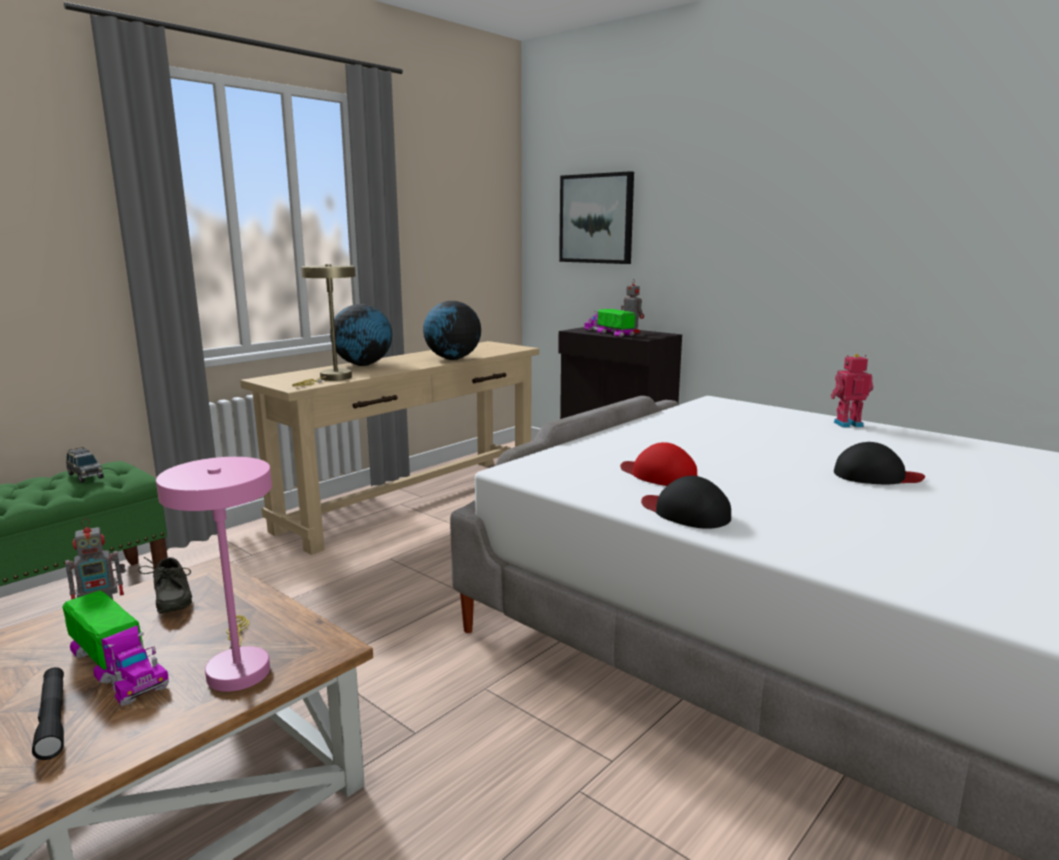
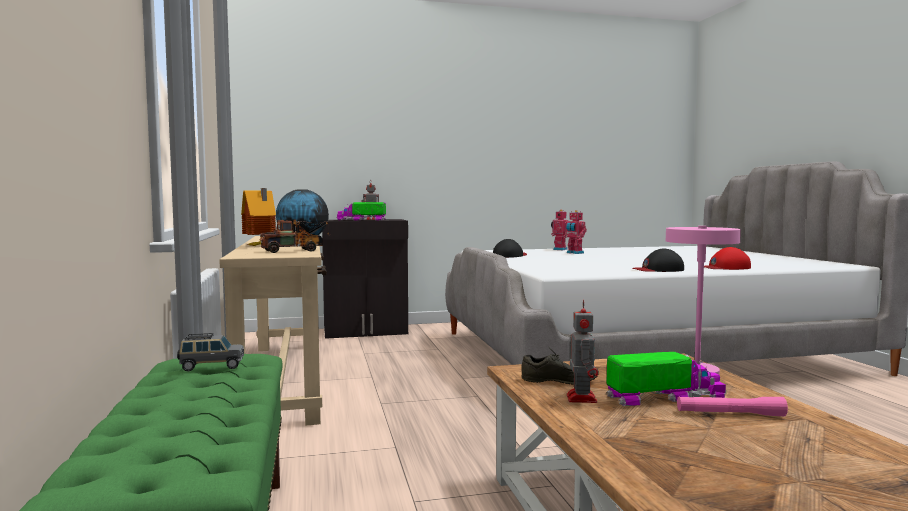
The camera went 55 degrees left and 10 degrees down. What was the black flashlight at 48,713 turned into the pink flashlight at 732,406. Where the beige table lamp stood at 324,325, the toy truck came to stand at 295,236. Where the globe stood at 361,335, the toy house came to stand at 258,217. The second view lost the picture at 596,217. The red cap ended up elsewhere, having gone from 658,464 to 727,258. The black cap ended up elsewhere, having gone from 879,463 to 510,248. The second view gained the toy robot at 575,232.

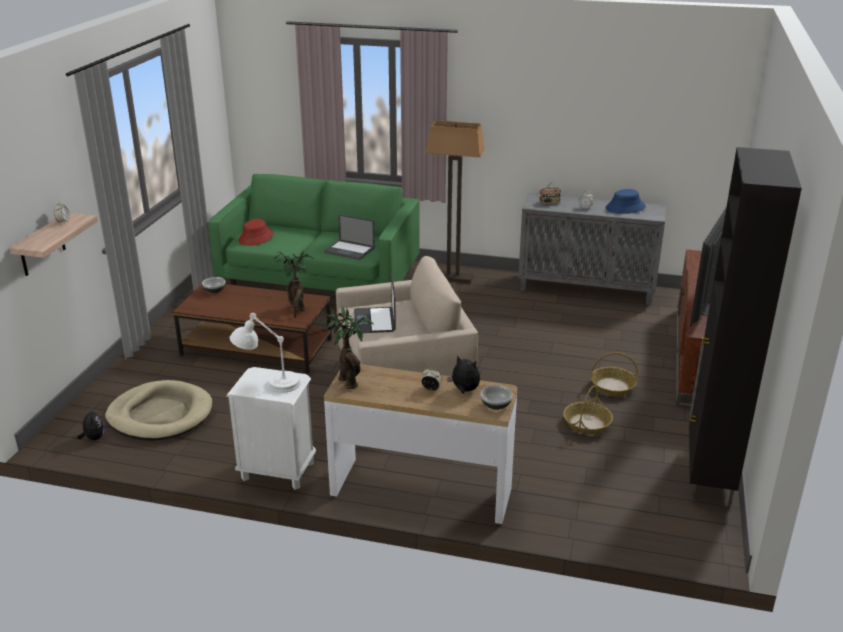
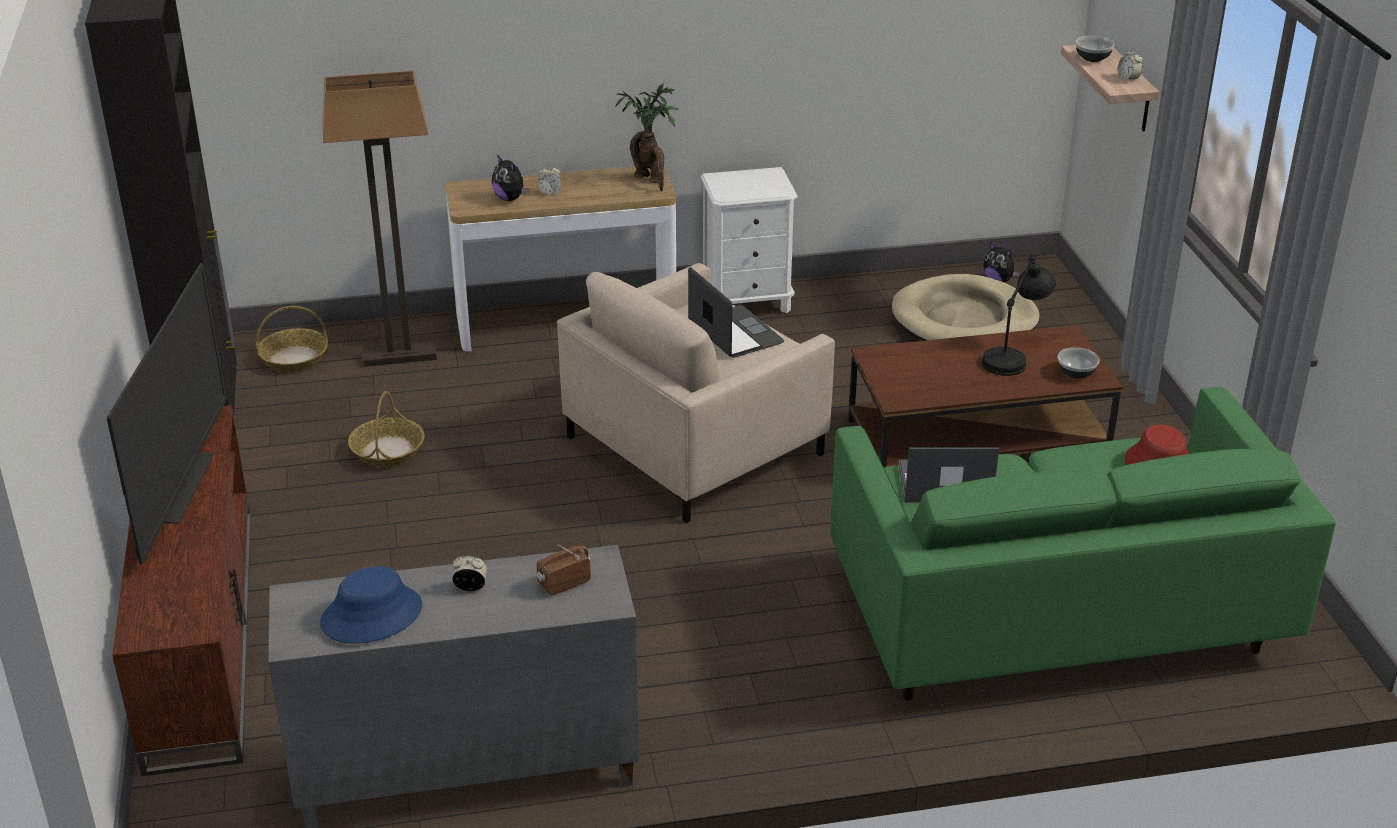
The camera went 155 degrees right and 5 degrees up. The second view lost the white table lamp at 265,353. The second view lost the potted plant at 293,284. The floor lamp ended up elsewhere, having gone from 455,201 to 379,219. The plush toy at 463,374 ended up facing another way, 45 degrees clockwise from before. The bowl ended up elsewhere, having gone from 496,397 to 1095,49. The basket ended up elsewhere, having gone from 614,374 to 292,339. The second view gained the black table lamp at 1019,315.

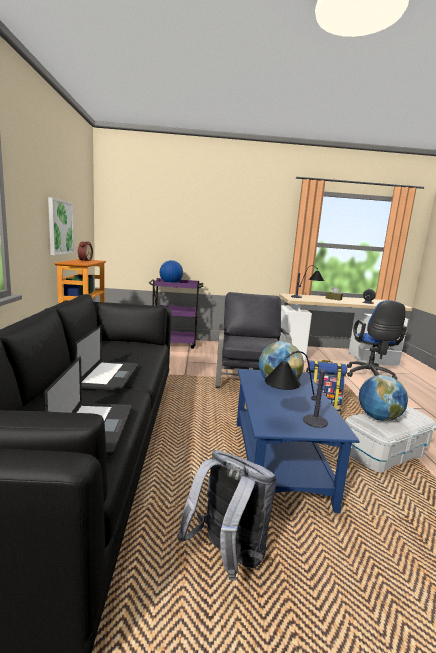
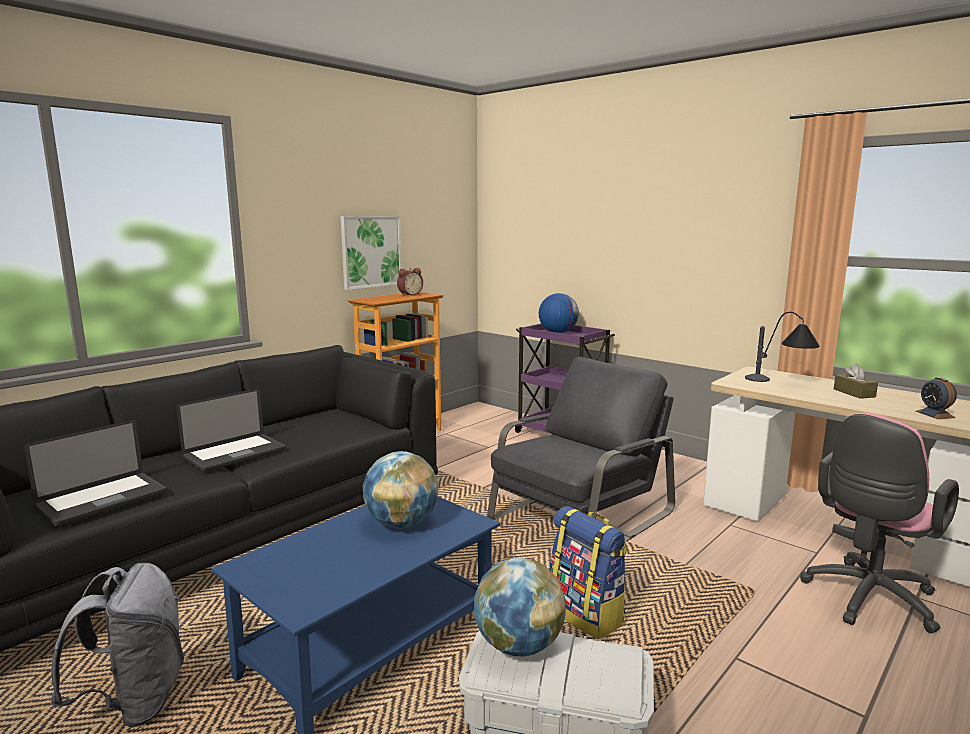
The camera went 45 degrees right and 0 degrees up. The second view lost the table lamp at 296,389. What was the blue office chair at 377,340 turned into the pink office chair at 879,523.

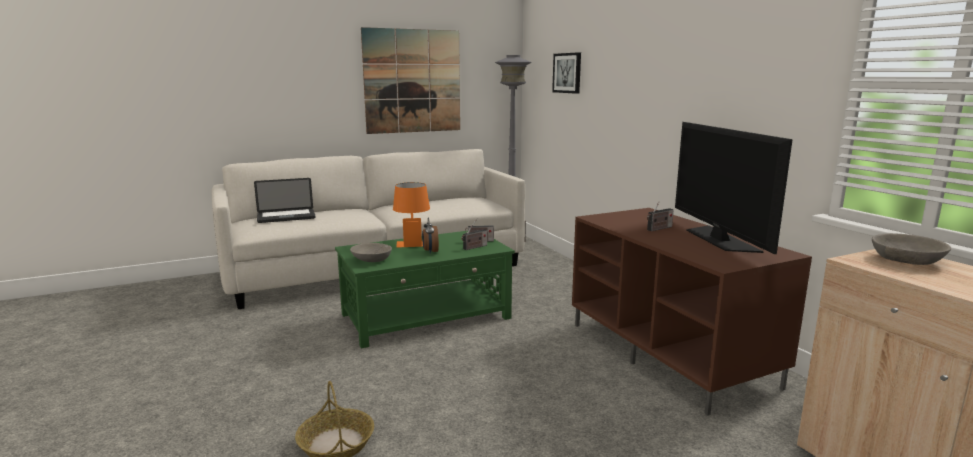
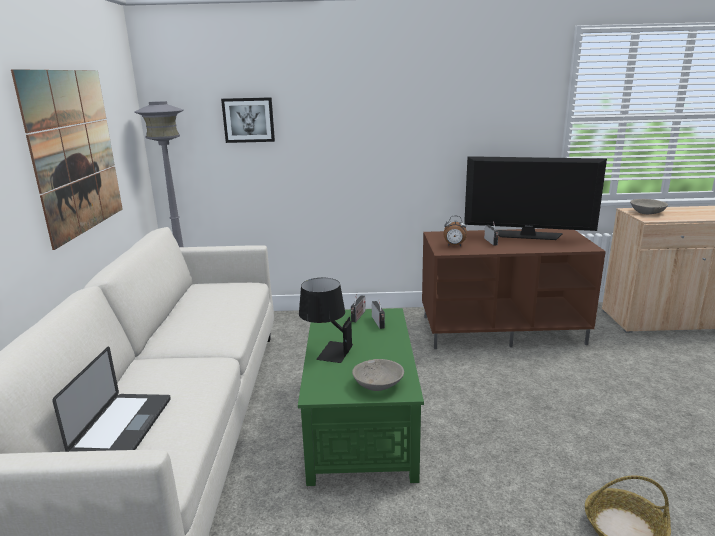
The camera went 65 degrees left and 5 degrees up. What was the orange table lamp at 411,215 turned into the black table lamp at 326,320. The alarm clock ended up elsewhere, having gone from 430,236 to 455,231.

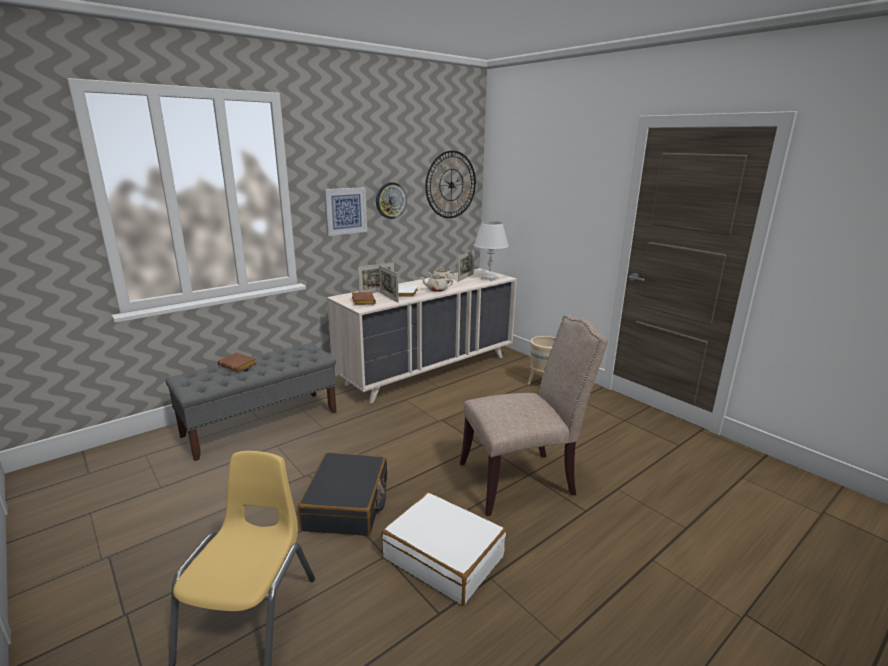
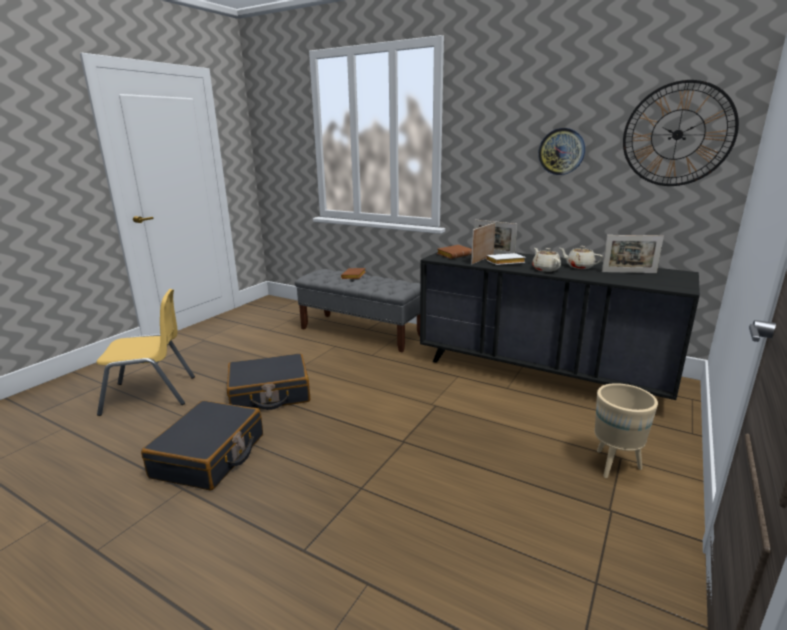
The camera went 70 degrees right and 0 degrees up. The second view lost the picture at 345,211. What was the beige dresser at 422,335 turned into the black dresser at 560,330. What was the white suitcase at 444,548 turned into the black suitcase at 202,446. The second view lost the beige chair at 534,415. The second view lost the white table lamp at 491,251.

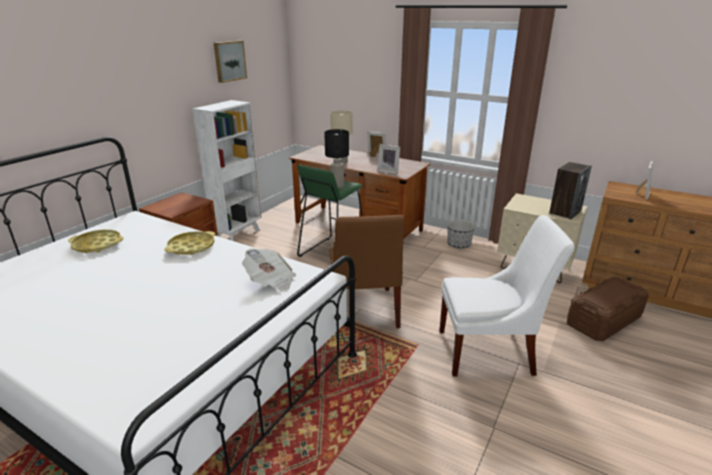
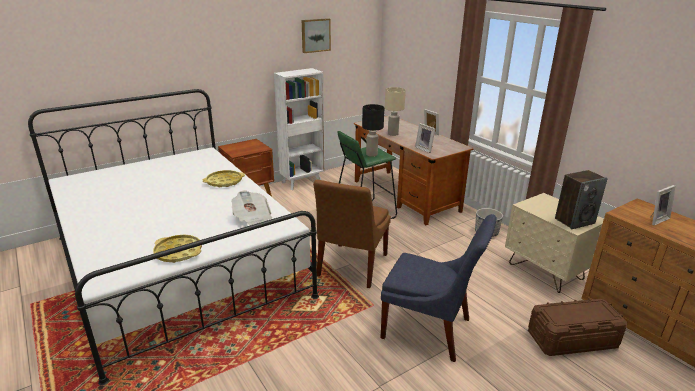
The camera went 25 degrees right and 0 degrees up. The yellow tray ended up elsewhere, having gone from 95,241 to 177,248. What was the white chair at 507,295 turned into the blue chair at 438,288.

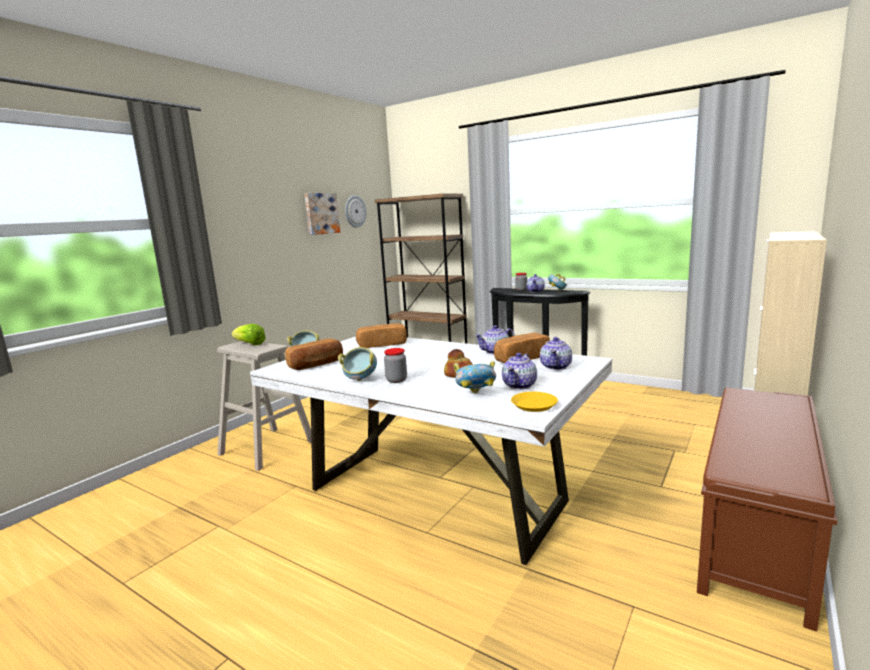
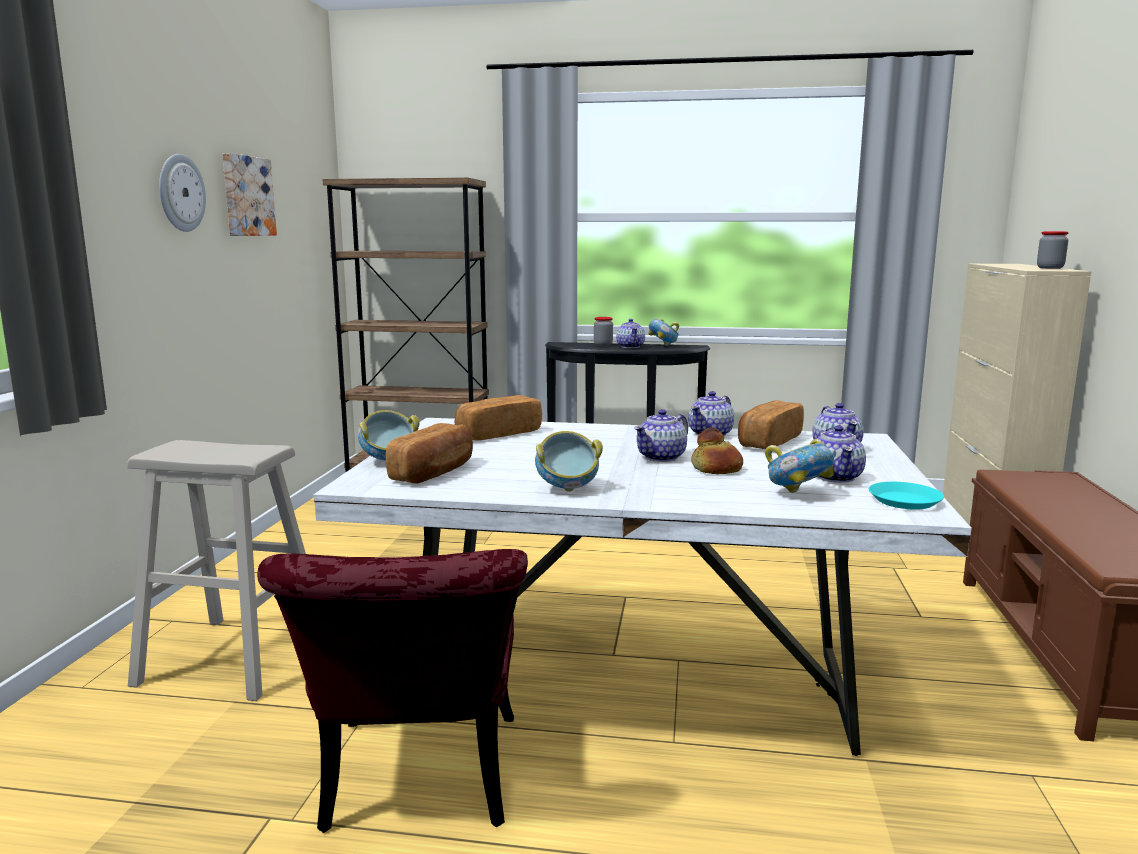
The camera went 25 degrees left and 0 degrees up. The second view lost the lettuce at 249,334. The wall clock ended up elsewhere, having gone from 356,211 to 182,193. The jar ended up elsewhere, having gone from 395,365 to 1053,250. What was the yellow plate at 534,402 turned into the turquoise plate at 906,496. The second view gained the red chair at 392,691. The second view gained the teapot at 661,435.

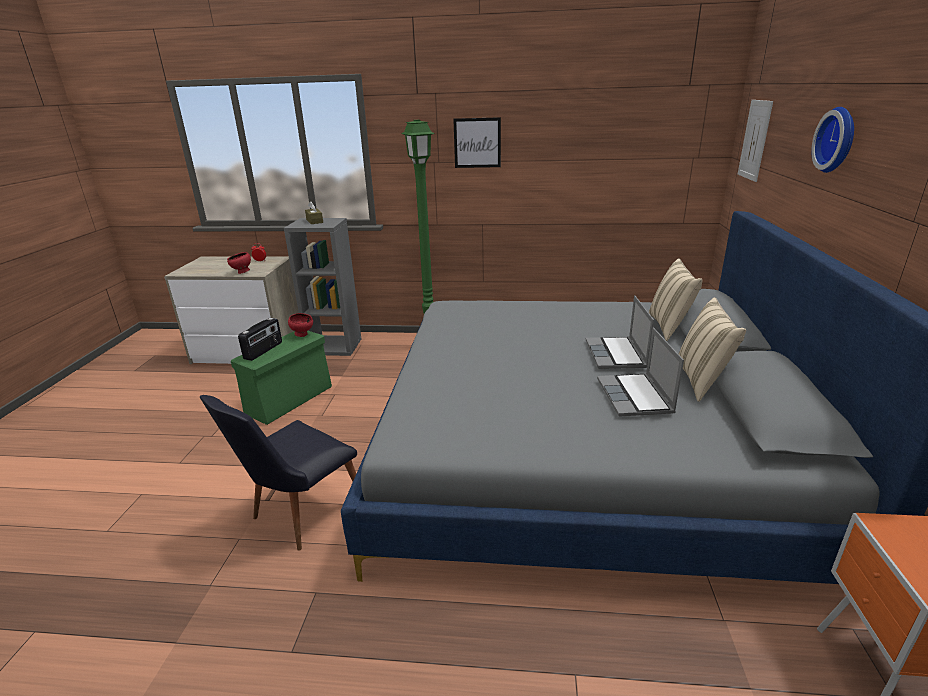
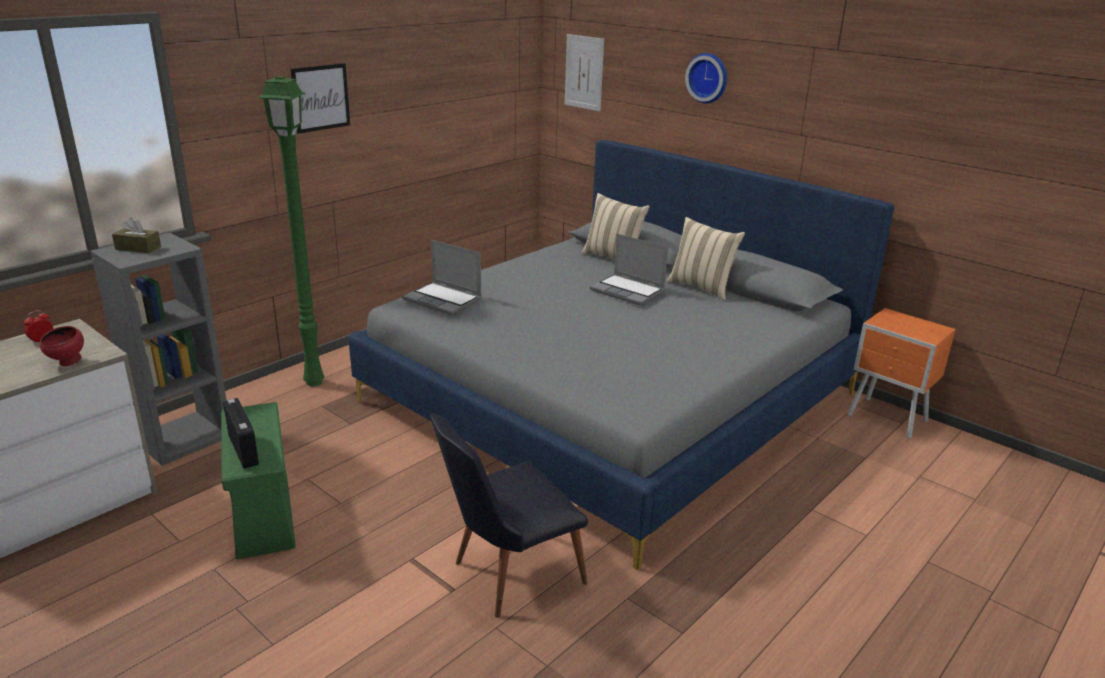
The camera went 55 degrees left and 0 degrees up. The black chair at 278,473 ended up facing another way, 75 degrees clockwise from before. The second view lost the red bowl at 300,325. The laptop ended up elsewhere, having gone from 640,372 to 442,277.

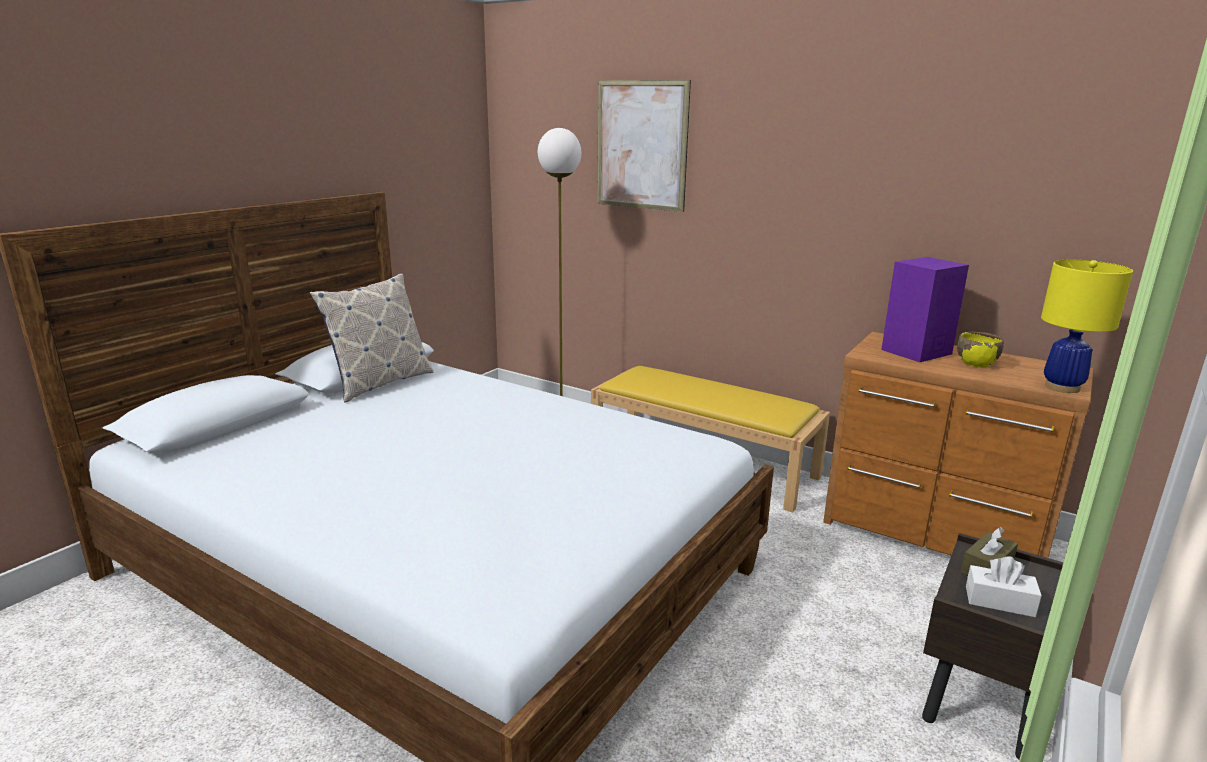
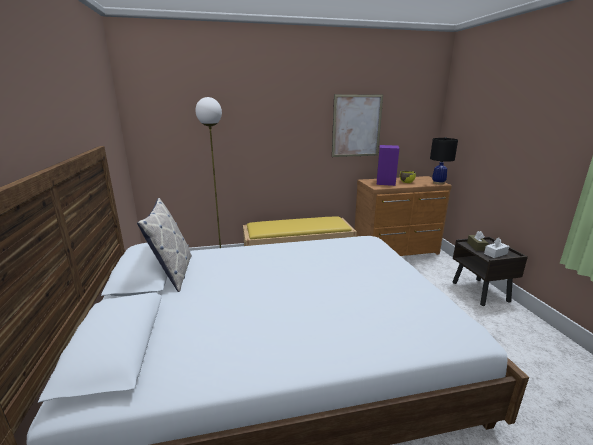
The camera went 45 degrees left and 0 degrees up. The picture ended up elsewhere, having gone from 644,146 to 357,125. What was the yellow table lamp at 1087,326 turned into the black table lamp at 444,161.

